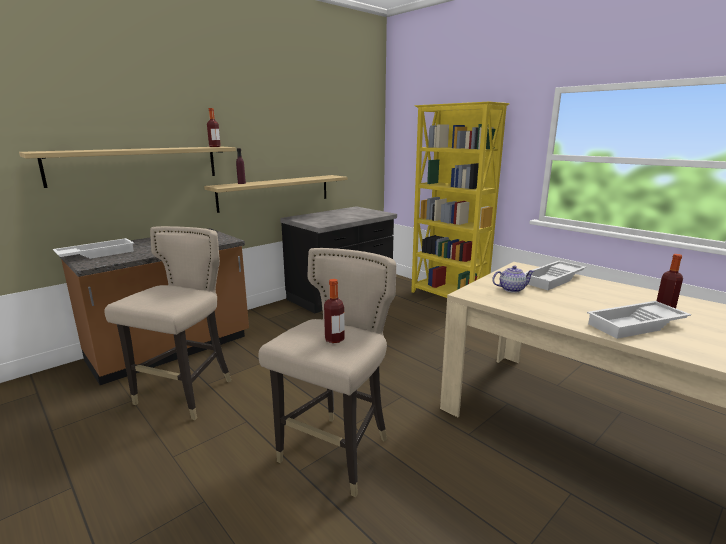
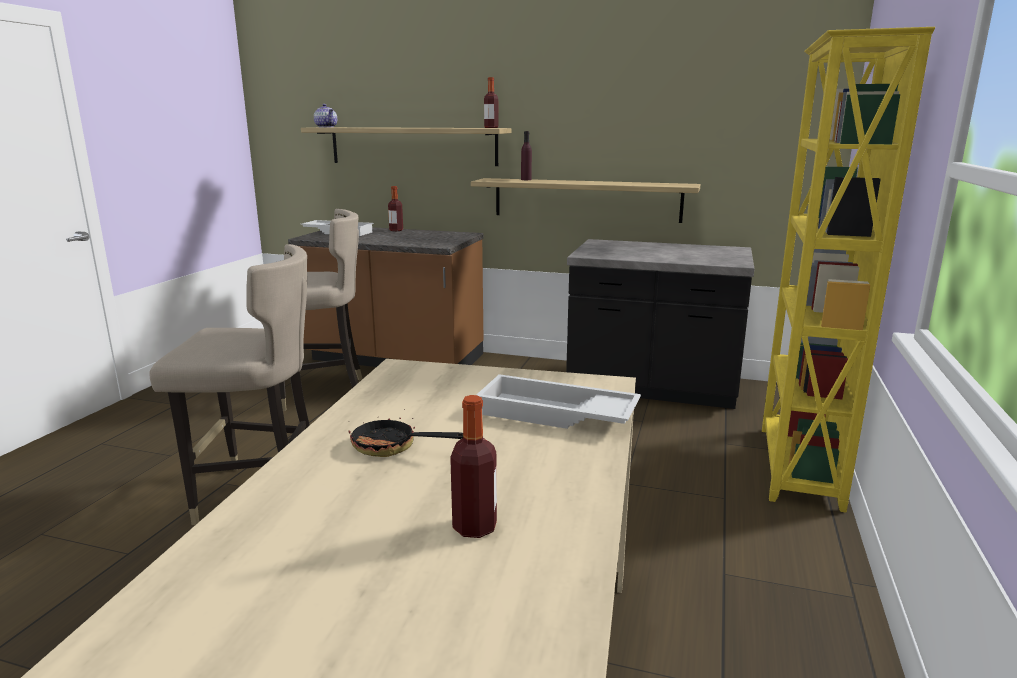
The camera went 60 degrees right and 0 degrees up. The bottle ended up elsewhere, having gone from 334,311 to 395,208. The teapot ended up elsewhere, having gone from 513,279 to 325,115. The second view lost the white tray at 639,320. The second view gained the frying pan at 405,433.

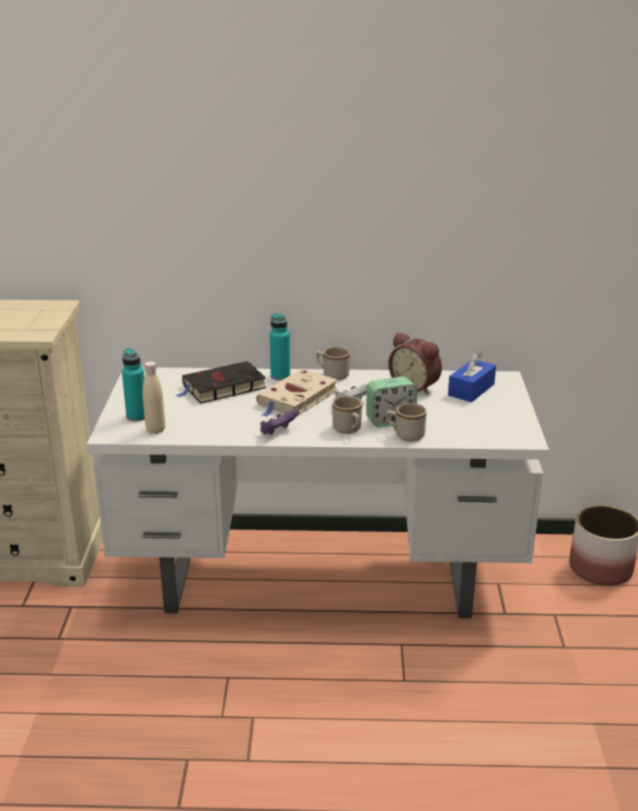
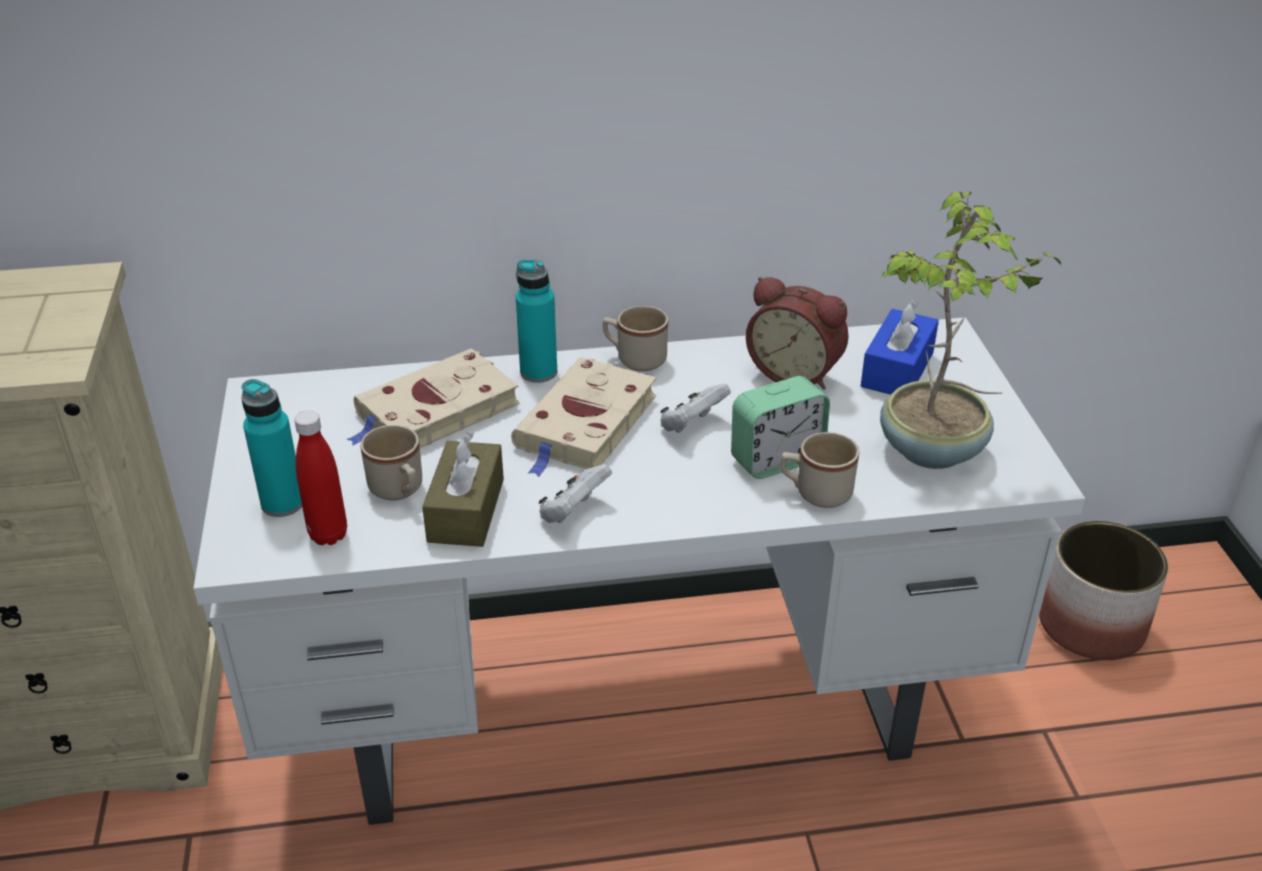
The camera went 10 degrees left and 10 degrees up. What was the beige bottle at 154,397 turned into the red bottle at 320,478. What was the black book at 221,382 turned into the beige book at 433,398. What was the purple game controller at 280,421 turned into the white game controller at 575,493. The beige mug ended up elsewhere, having gone from 347,415 to 391,462. The second view gained the brown tissue box at 463,489. The second view gained the potted plant at 970,330.

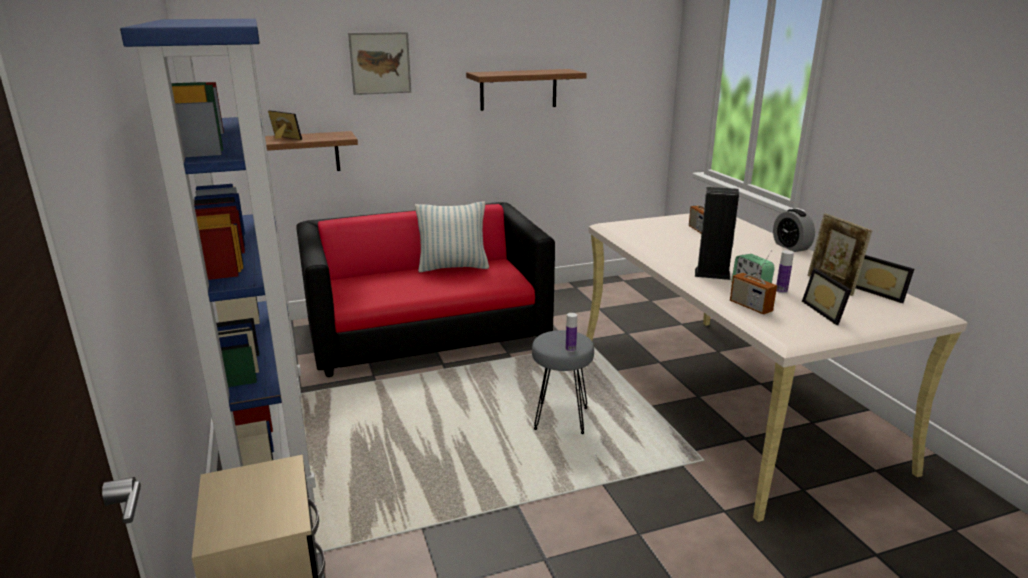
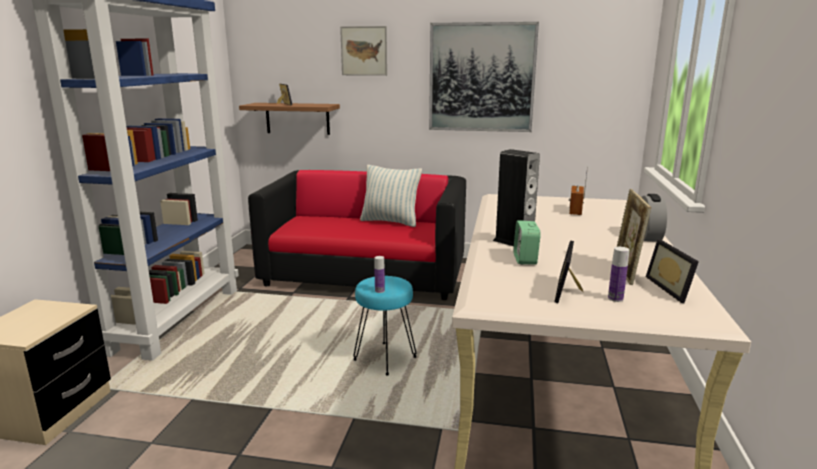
The camera went 30 degrees right and 5 degrees down. Where the shelf hung at 526,90, the picture came to hang at 484,77. What was the grey stool at 563,382 turned into the turquoise stool at 385,326. The second view lost the radio at 753,282. The bottle ended up elsewhere, having gone from 785,271 to 618,274.

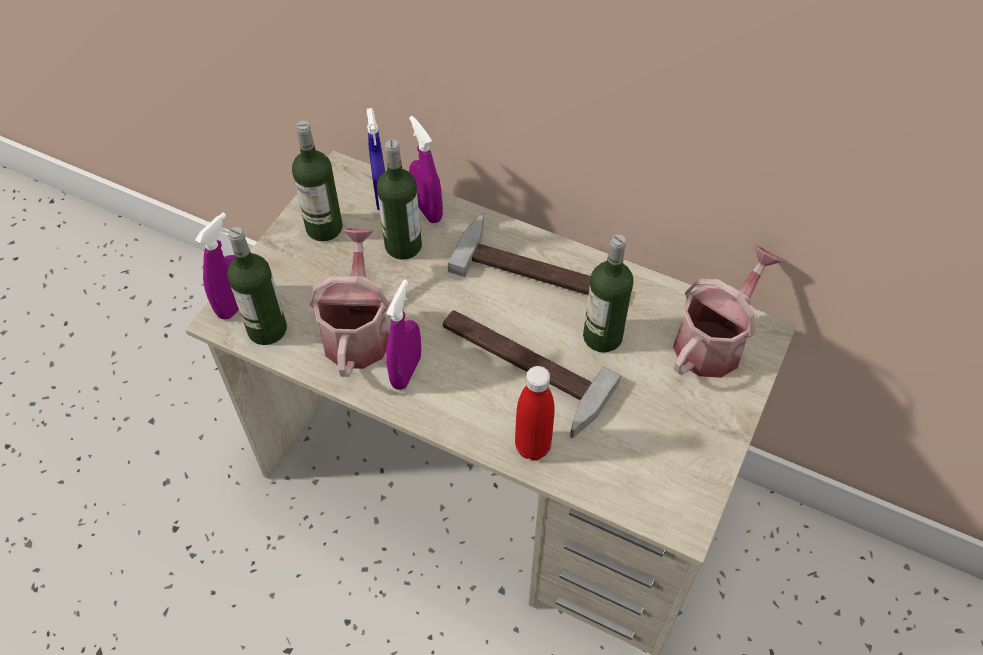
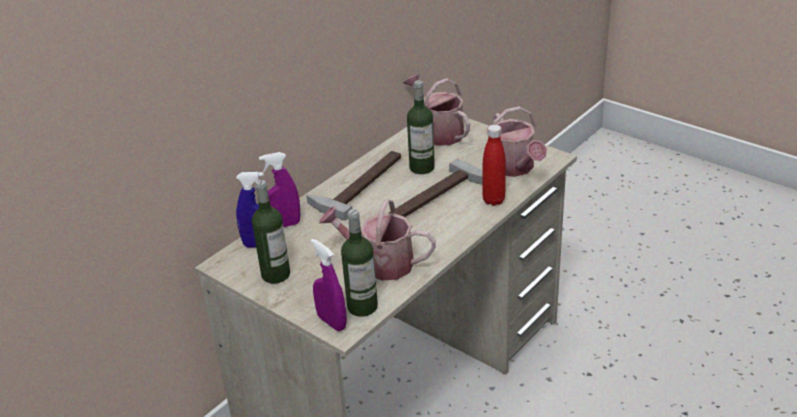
The camera went 75 degrees left and 20 degrees down. The second view lost the bottle at 399,199. The second view lost the purple spray bottle at 403,335. The second view gained the watering can at 520,141.

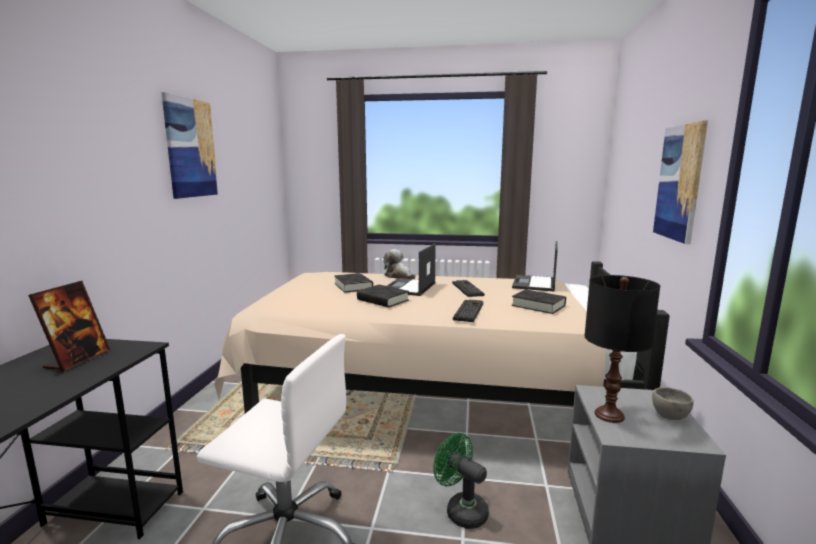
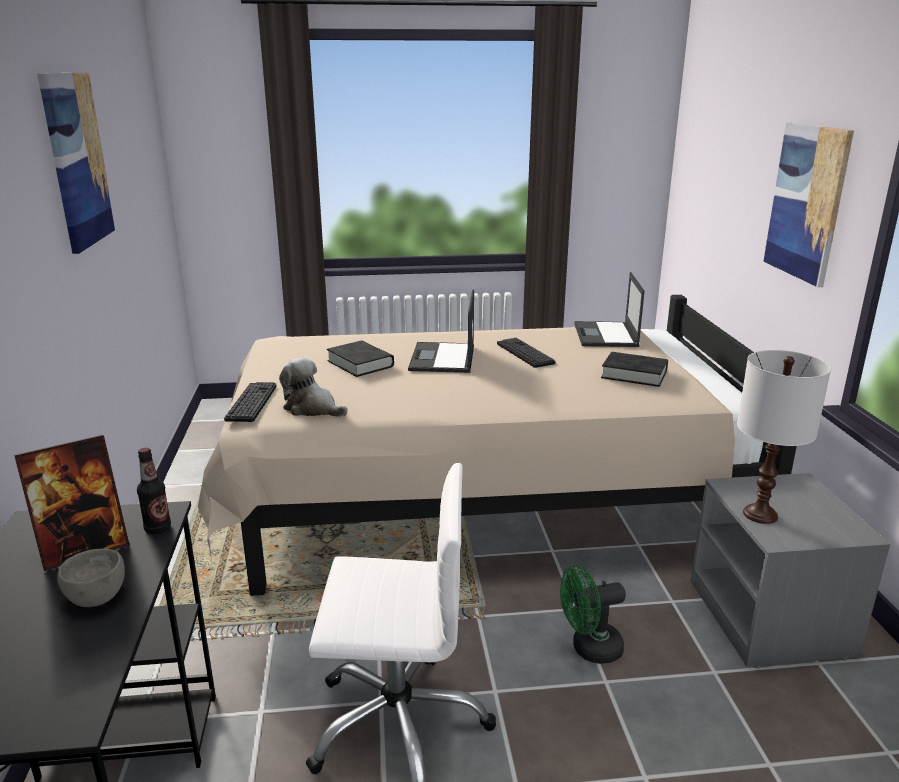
The camera went 15 degrees left and 10 degrees up. The picture frame at 69,326 ended up facing another way, 60 degrees clockwise from before. The second view lost the black book at 383,296. The plush toy ended up elsewhere, having gone from 399,264 to 313,387. The green fan at 461,481 ended up facing another way, 45 degrees counterclockwise from before. The keyboard ended up elsewhere, having gone from 468,310 to 250,402. What was the black table lamp at 622,349 turned into the white table lamp at 784,437. The grey bowl ended up elsewhere, having gone from 673,403 to 91,578. The second view gained the bottle at 154,491.

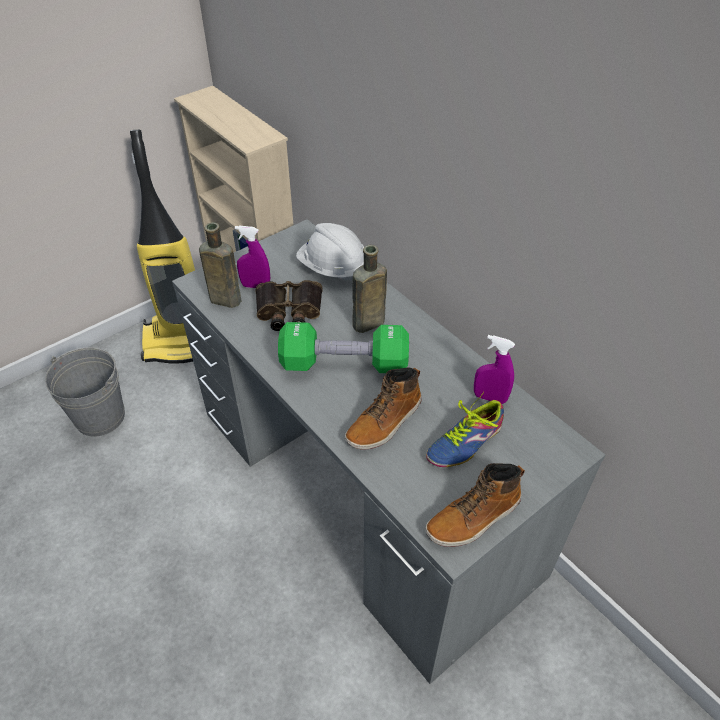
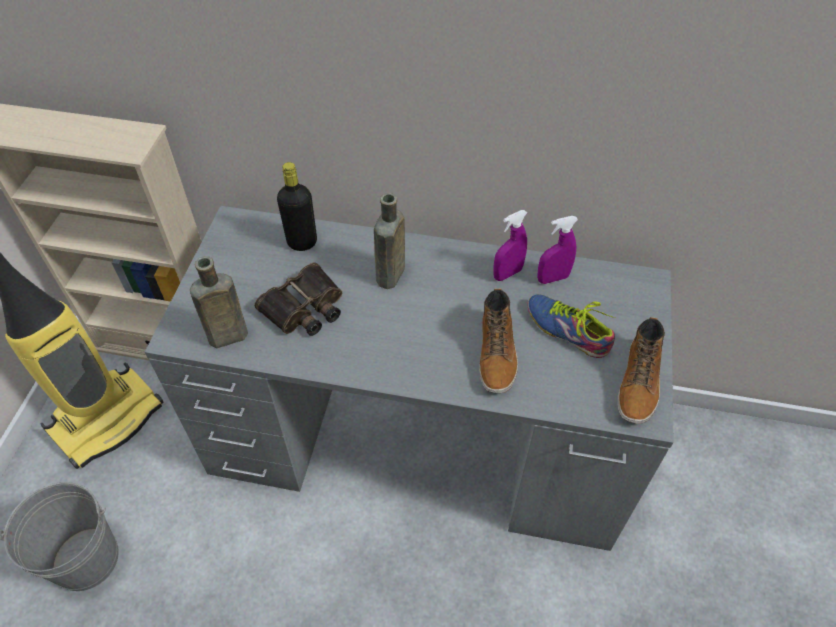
The camera went 40 degrees left and 5 degrees up. The purple spray bottle ended up elsewhere, having gone from 252,257 to 510,245. The second view lost the green dumbbell at 343,347. Where the white hard hat stood at 330,252, the black bottle came to stand at 297,206. The shoe at 465,429 ended up facing another way, 120 degrees clockwise from before.

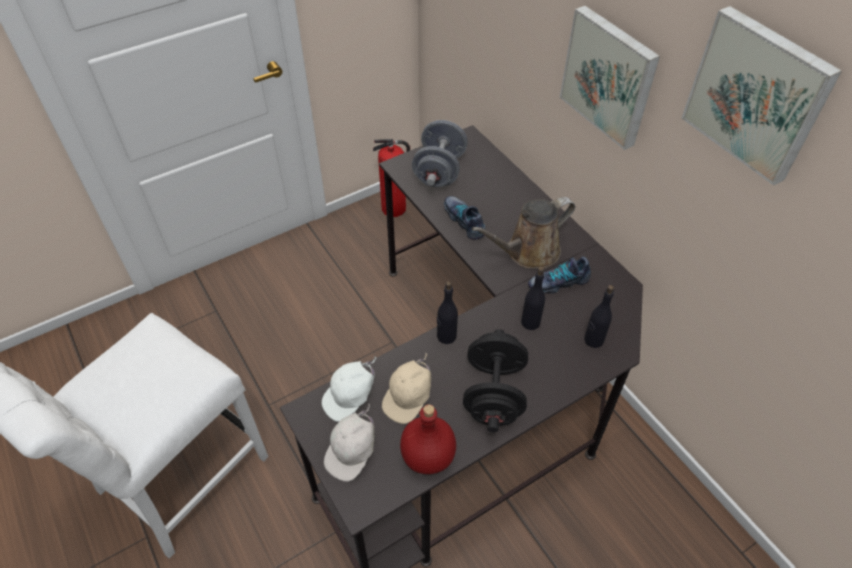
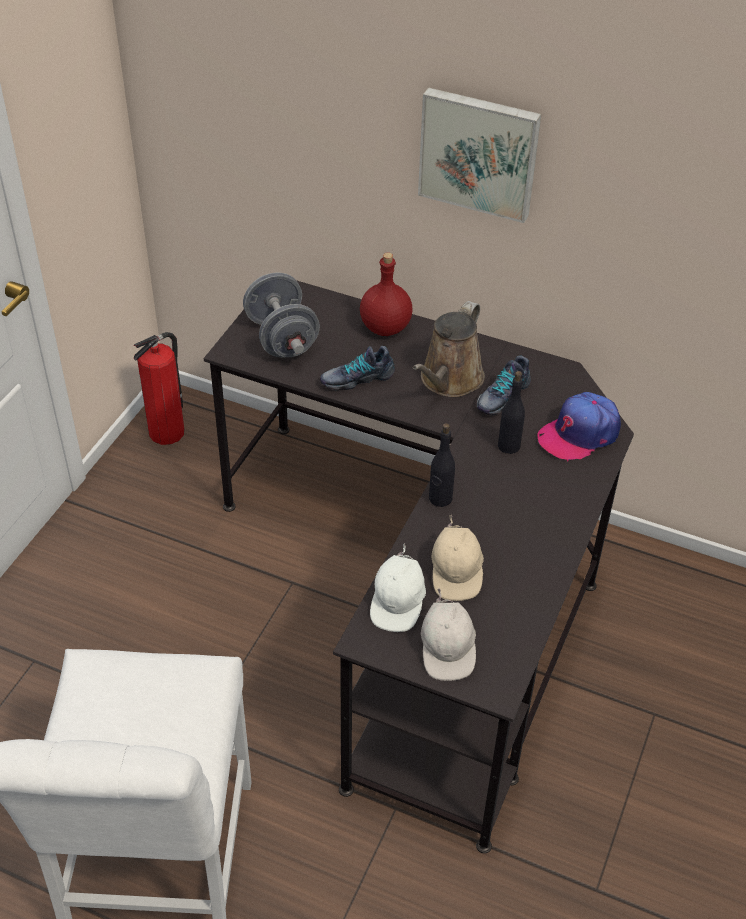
The camera went 35 degrees left and 5 degrees down. The red bottle ended up elsewhere, having gone from 428,439 to 386,294. The shoe at 465,218 ended up facing another way, 45 degrees counterclockwise from before. The second view lost the black dumbbell at 495,380. Where the black bottle stood at 599,316, the cap came to stand at 579,427. The second view lost the picture at 761,95.

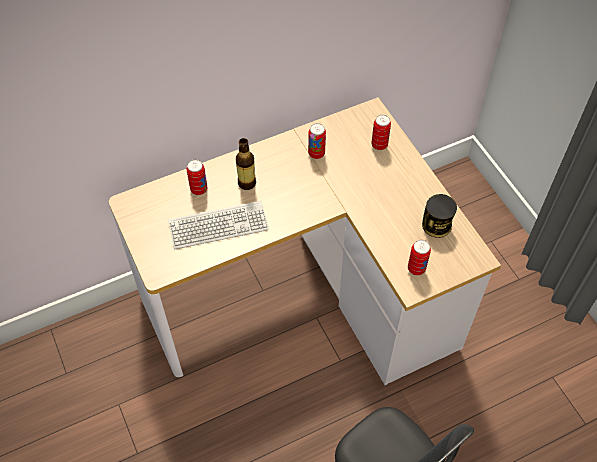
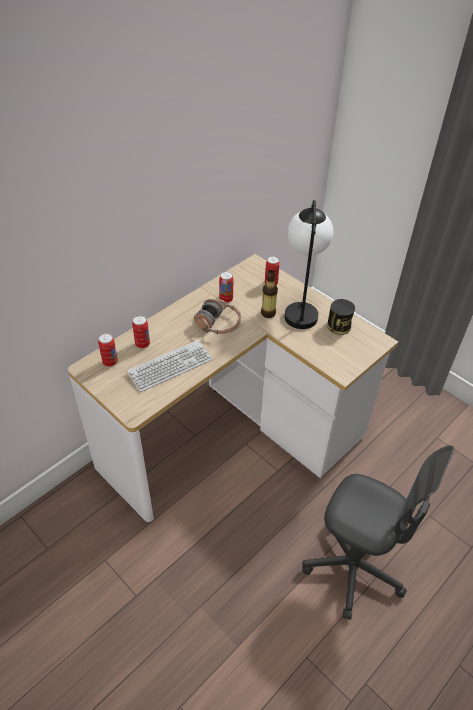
The camera went 20 degrees left and 10 degrees down. The bottle ended up elsewhere, having gone from 246,164 to 269,294. The can ended up elsewhere, having gone from 419,258 to 108,350. The second view gained the headphones at 217,316. The second view gained the table lamp at 308,264.

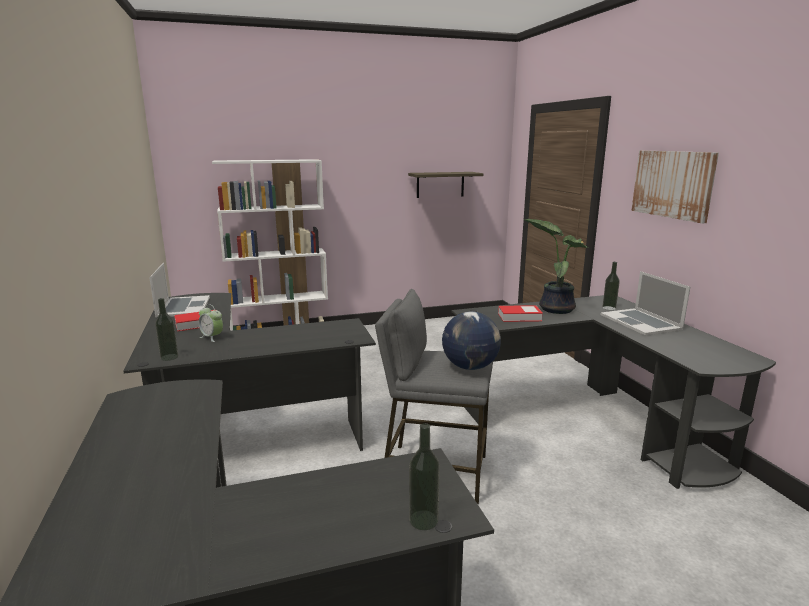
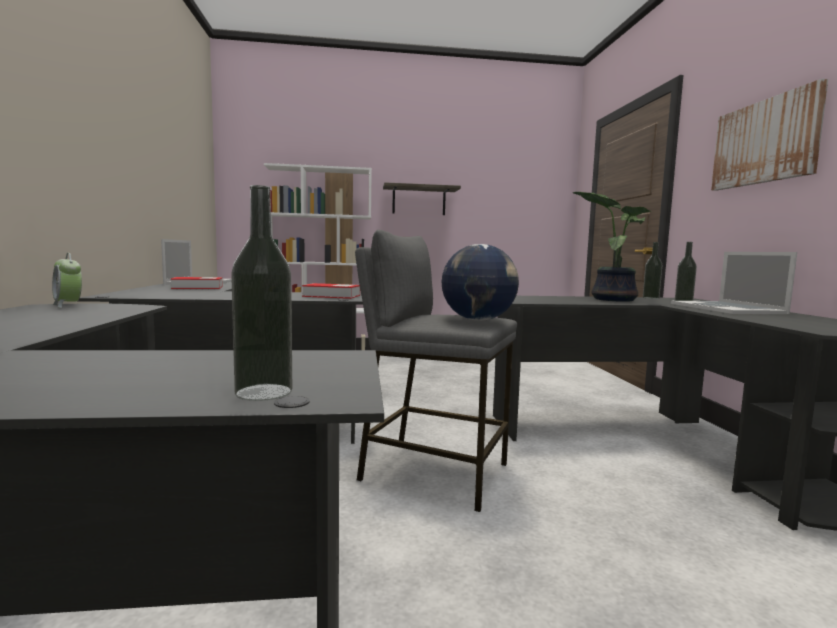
The camera went 10 degrees right and 10 degrees down. The bottle ended up elsewhere, having gone from 166,329 to 652,270. The alarm clock ended up elsewhere, having gone from 211,323 to 67,280. The shelf ended up elsewhere, having gone from 445,185 to 422,198. The book ended up elsewhere, having gone from 520,313 to 331,291.

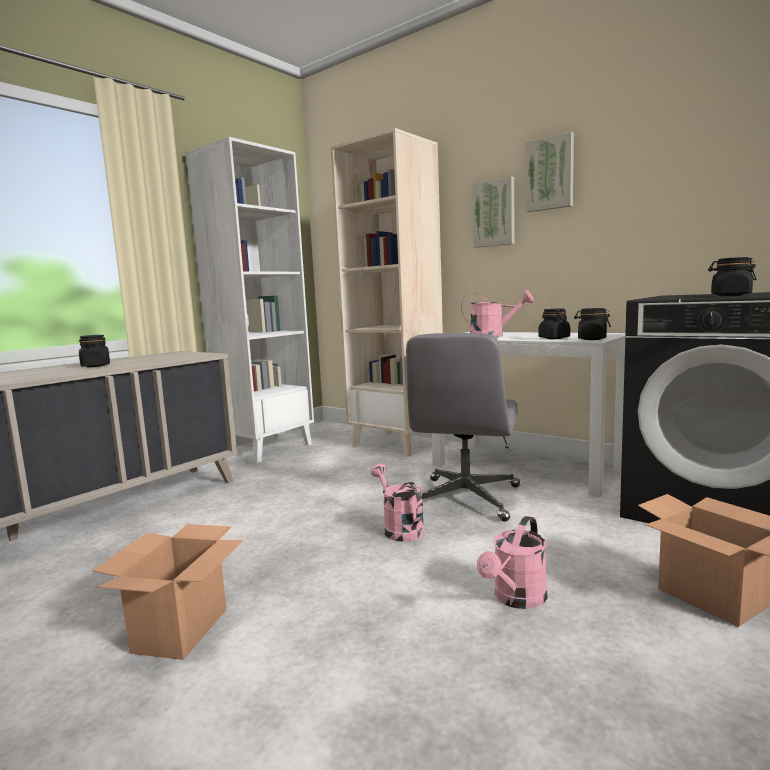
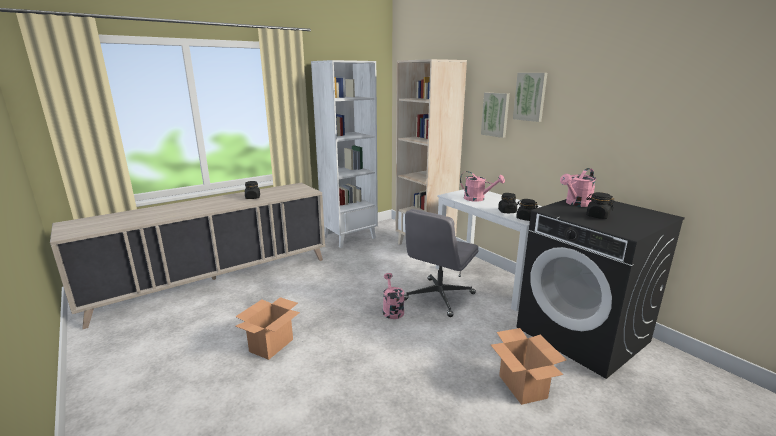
The camera went 15 degrees right and 10 degrees up. The pink watering can ended up elsewhere, having gone from 512,562 to 578,187.

